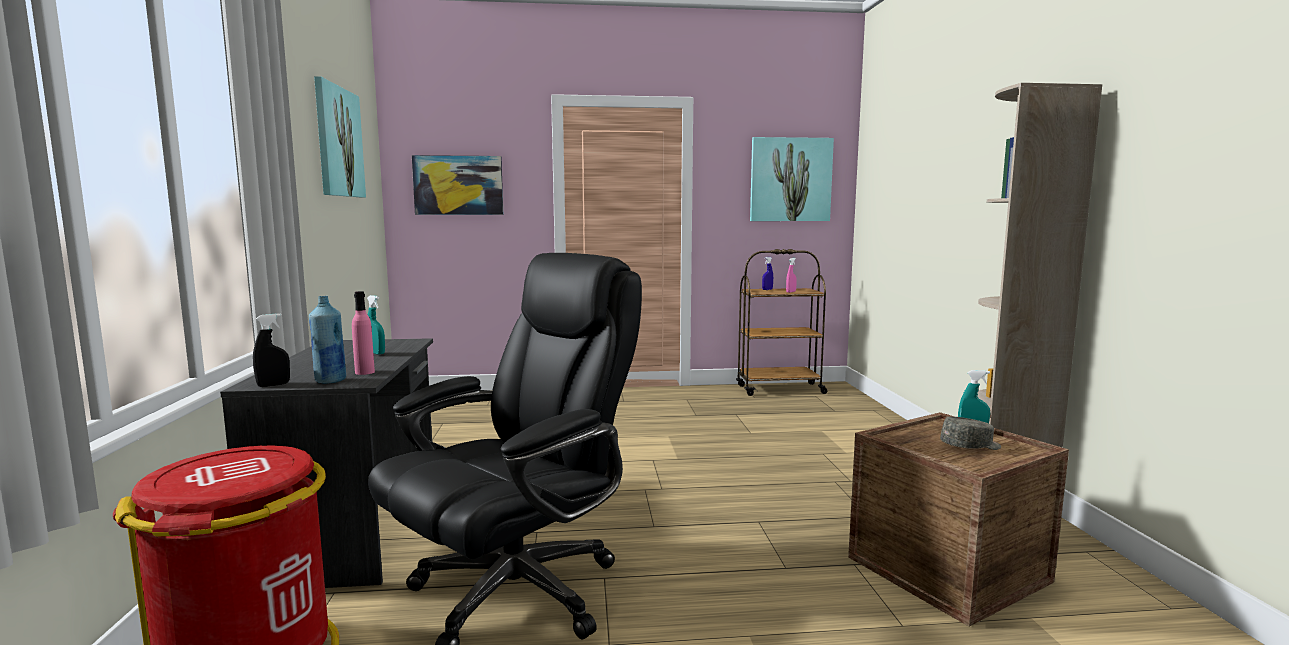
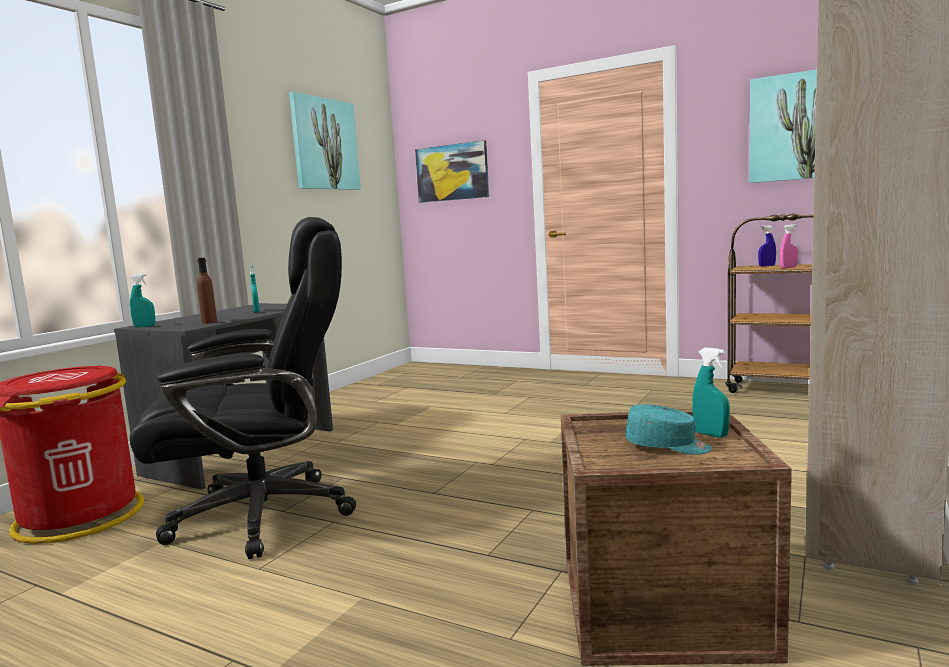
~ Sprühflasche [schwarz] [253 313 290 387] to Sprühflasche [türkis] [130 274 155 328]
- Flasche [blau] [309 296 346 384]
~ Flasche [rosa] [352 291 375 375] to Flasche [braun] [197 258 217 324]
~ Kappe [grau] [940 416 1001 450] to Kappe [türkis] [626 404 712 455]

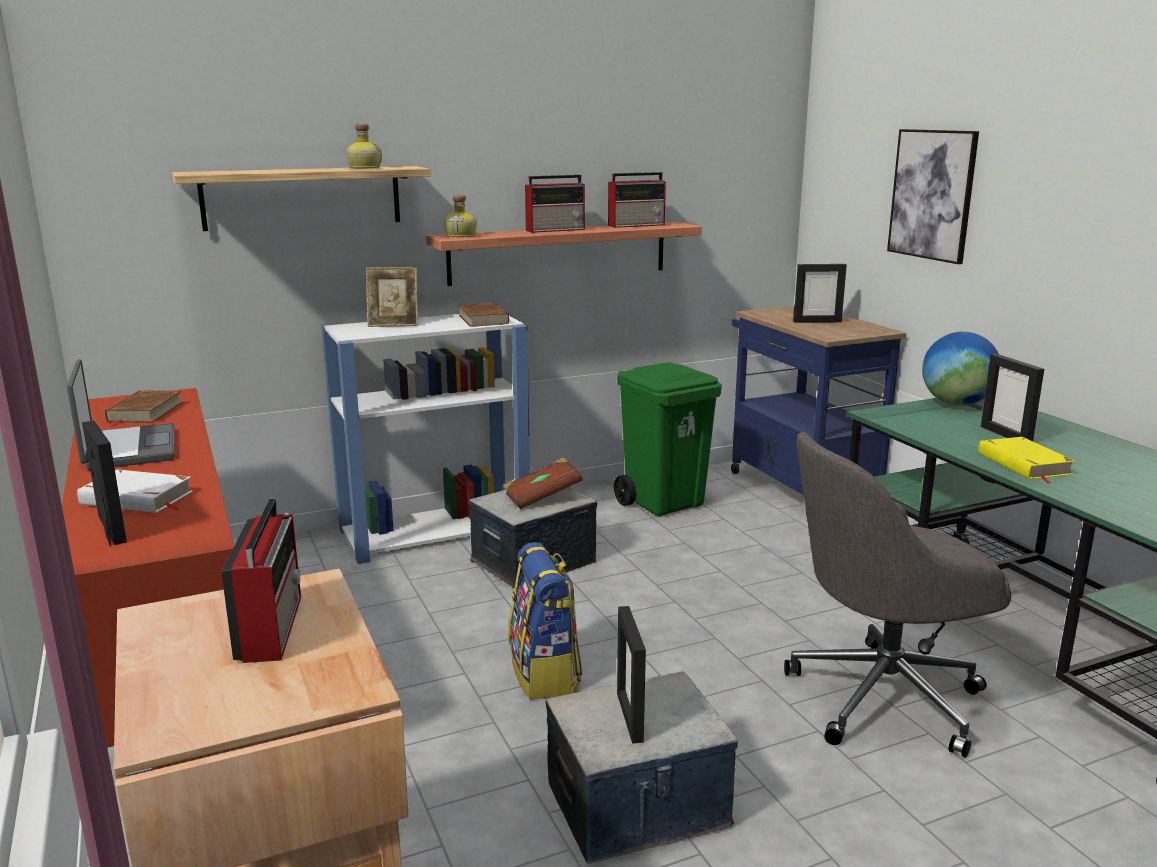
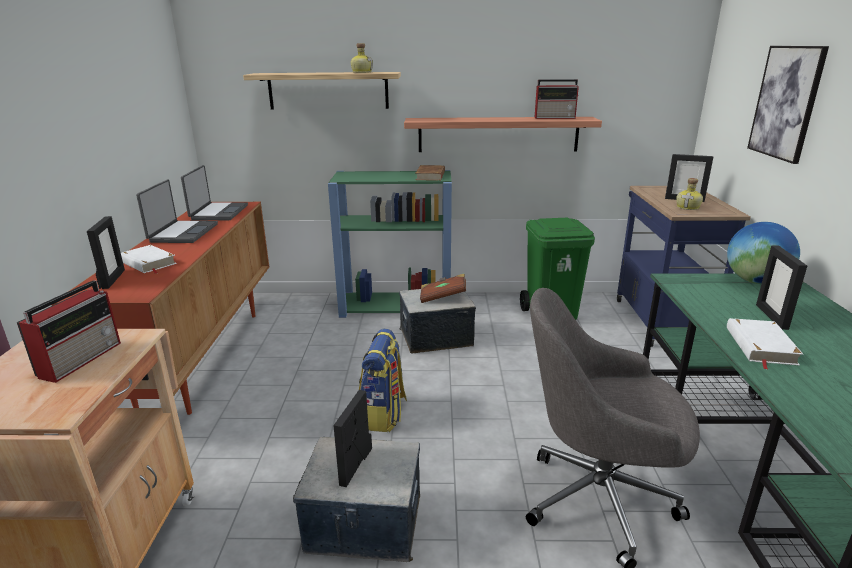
~ Buch [braun] [105 390 183 427] to Laptop [181 165 248 221]
~ Bücherregal [weiß] [321 314 530 564] to Bücherregal [grün] [328 170 452 318]
- Bilderrahmen [366 267 418 327]
~ Flasche [444 195 477 237] to [676 178 703 210]
- Radio [525 175 585 233]
~ Buch [gelb] [978 437 1076 484] to Buch [weiß] [727 318 803 370]

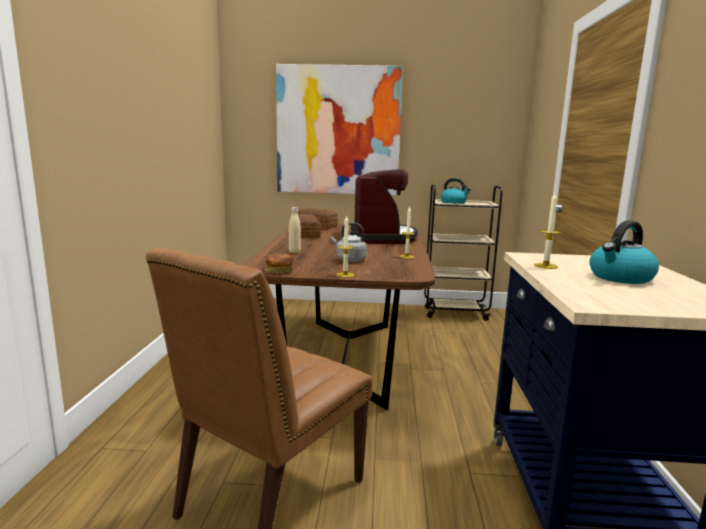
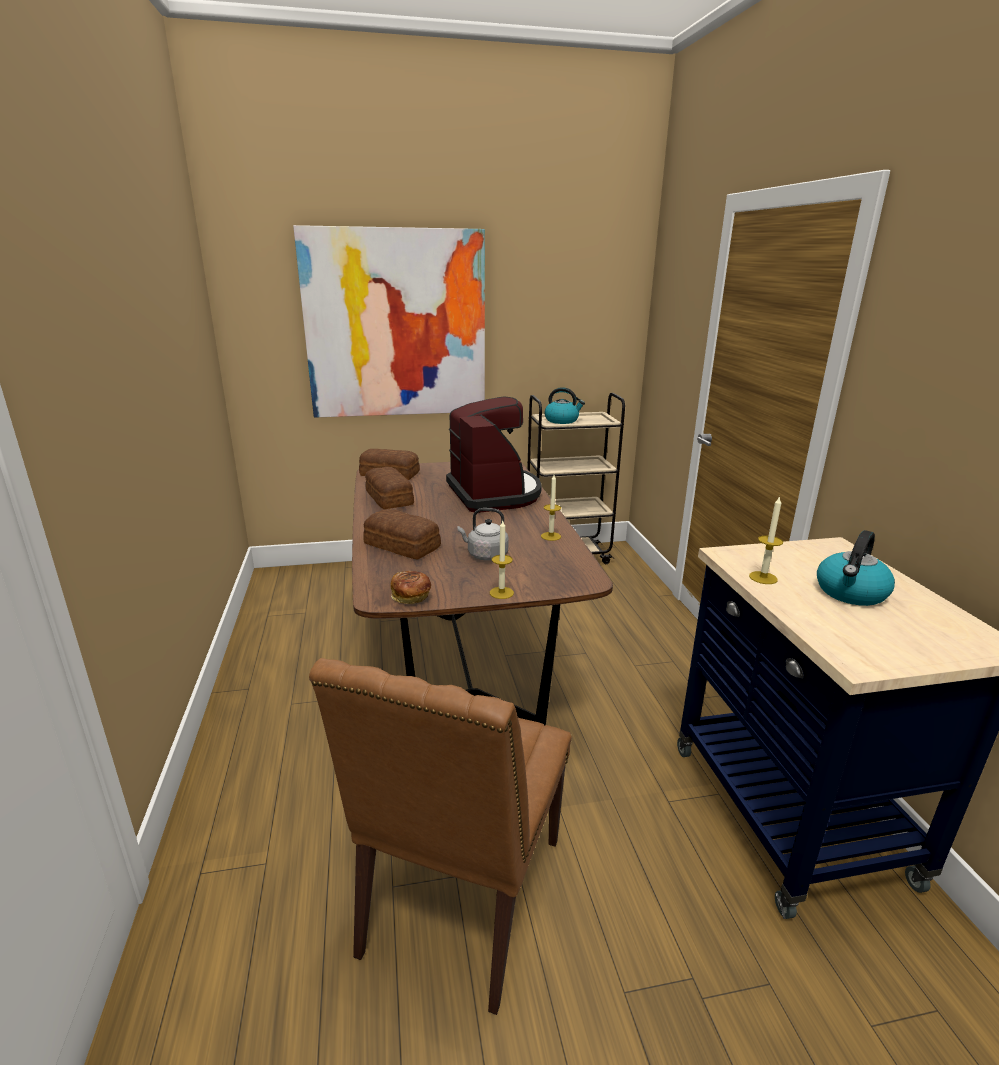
~ Flasche [beige] [289 207 301 253] to Brot [363 509 441 559]

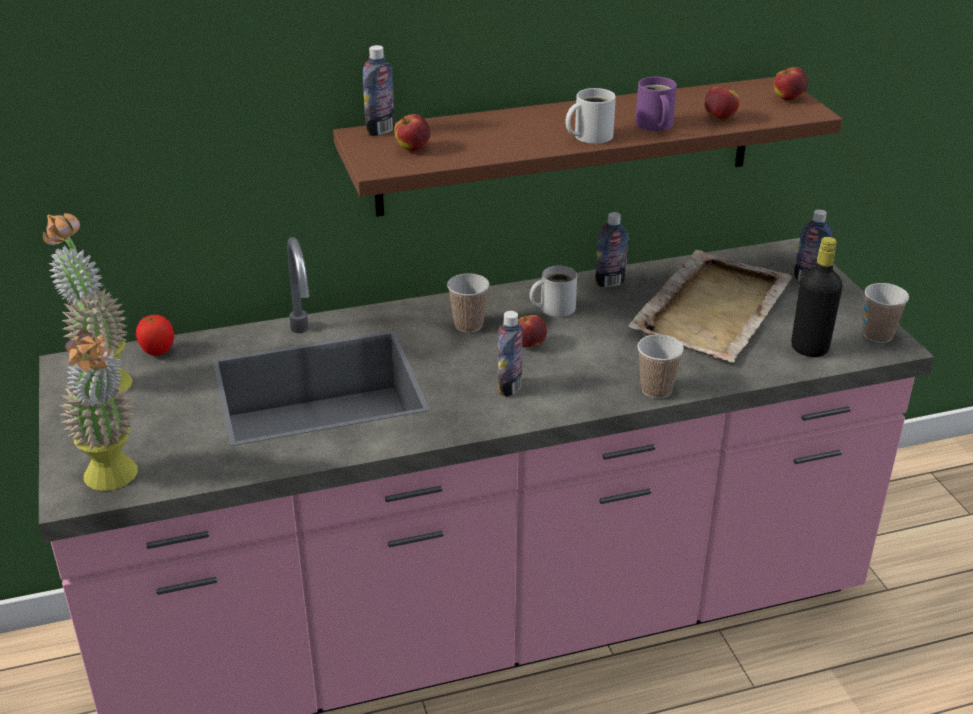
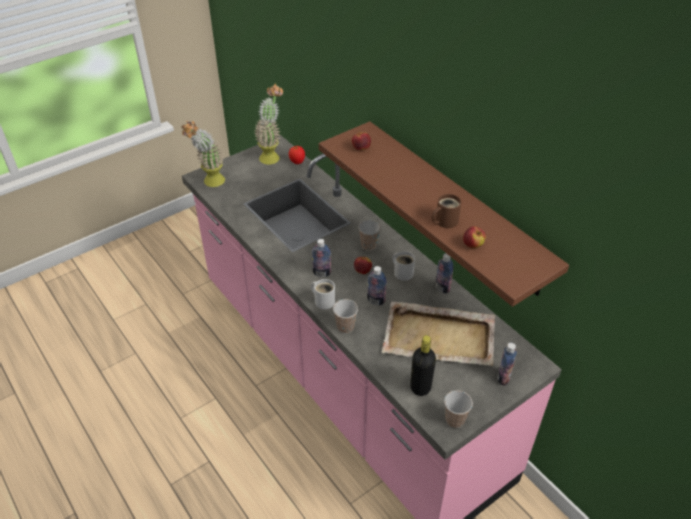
~ Flasche [363 45 395 136] to [367 266 387 305]
~ Henkelbecher [weiß] [565 88 616 144] to [311 279 335 309]
~ Henkelbecher [lila] [635 77 677 131] to Henkelbecher [braun] [432 194 461 228]
- Apfel [774 67 808 101]

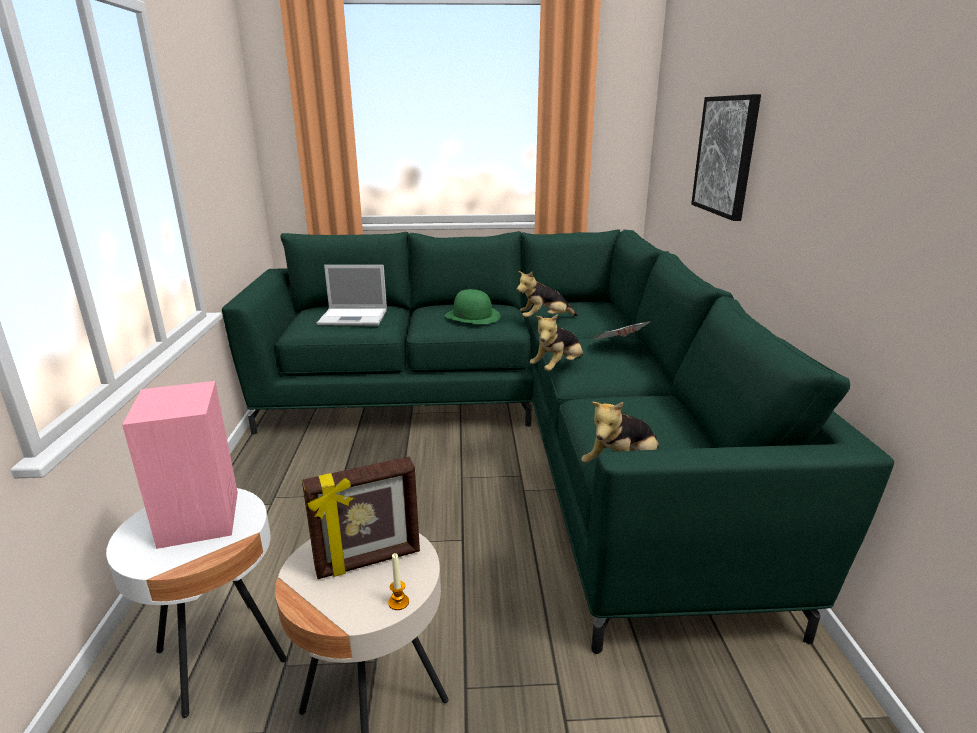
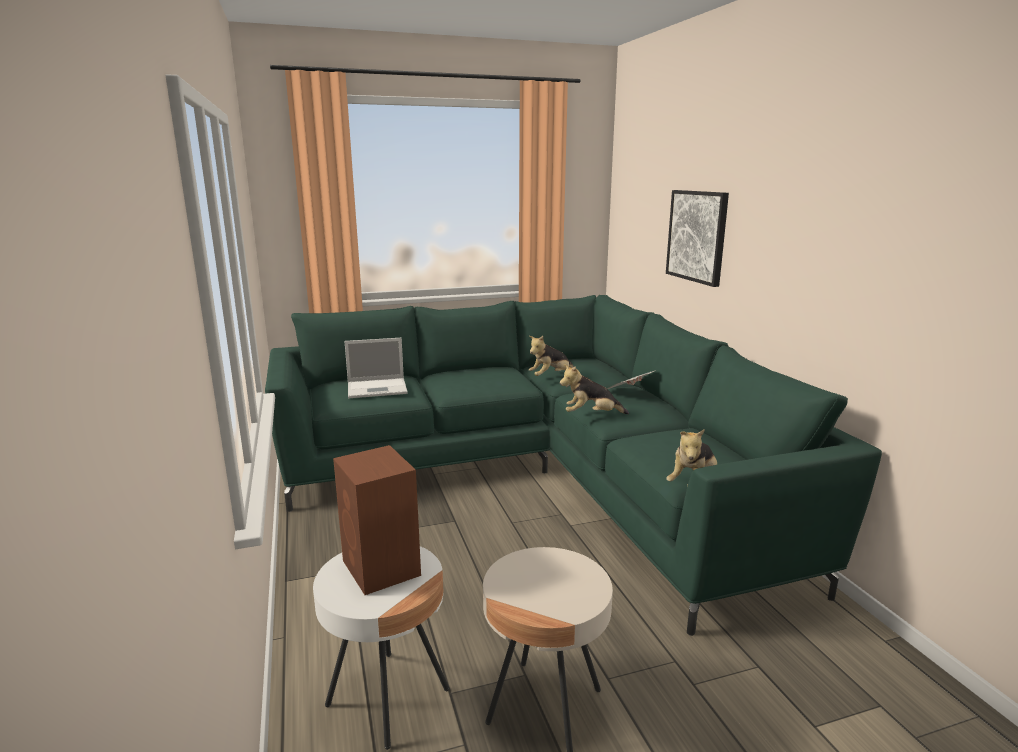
~ Lautsprecher [rosa] [122 381 238 549] to Lautsprecher [braun] [333 445 421 595]
- Bilderrahmen [302 457 420 579]
- Kerze [388 553 409 610]
- Hut [grün] [445 289 501 324]
~ Plüschtier [530 314 583 371] = [560 364 629 414] 60 degrees clockwise

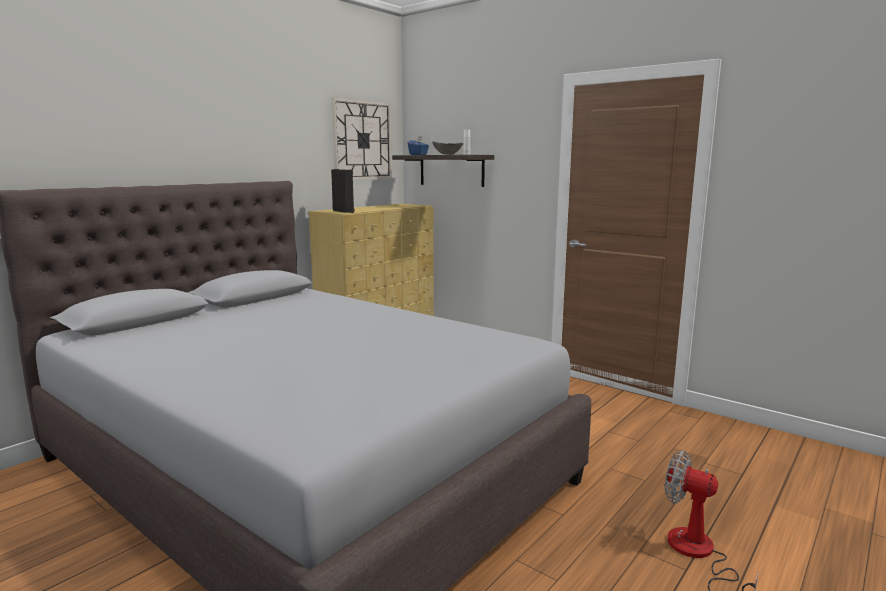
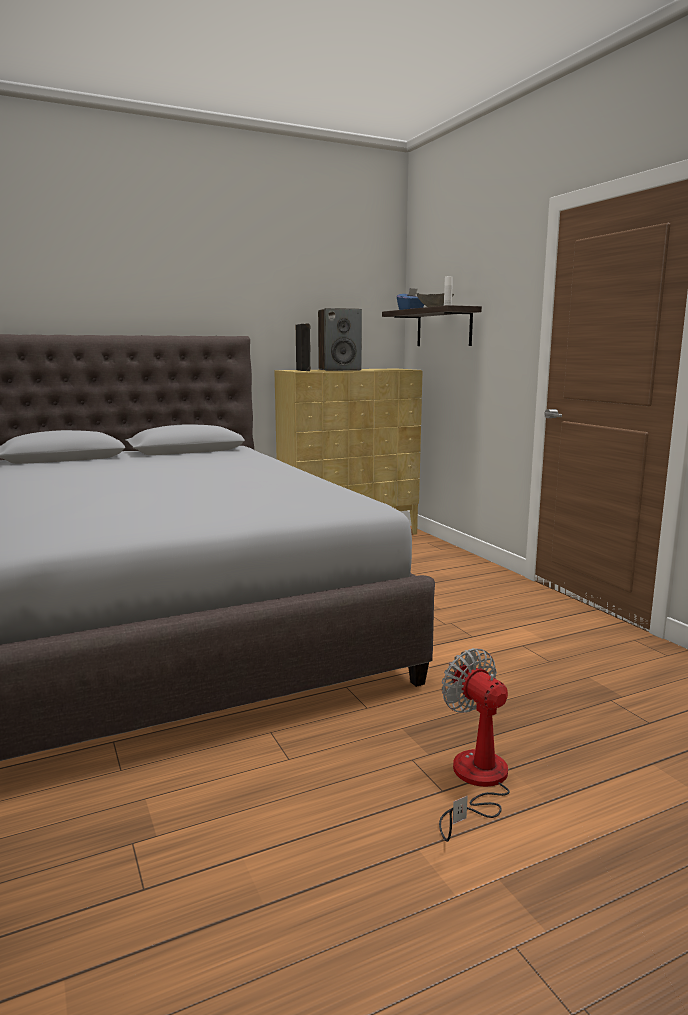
- Wanduhr [331 98 392 180]
+ Lautsprecher [318 308 362 371]

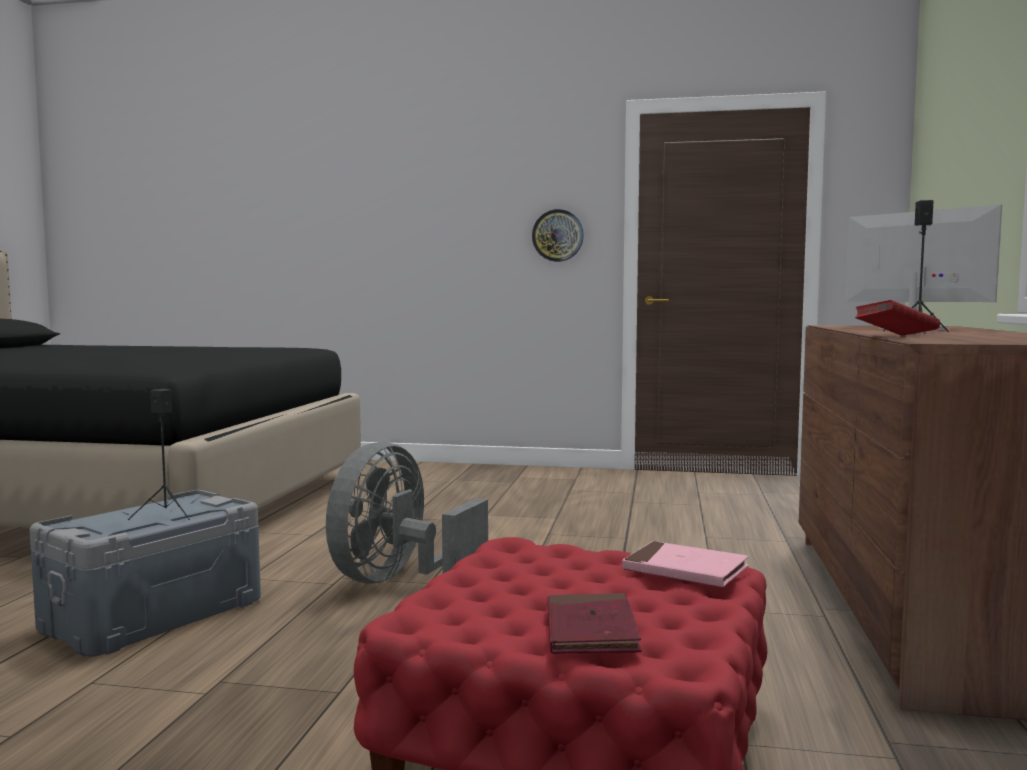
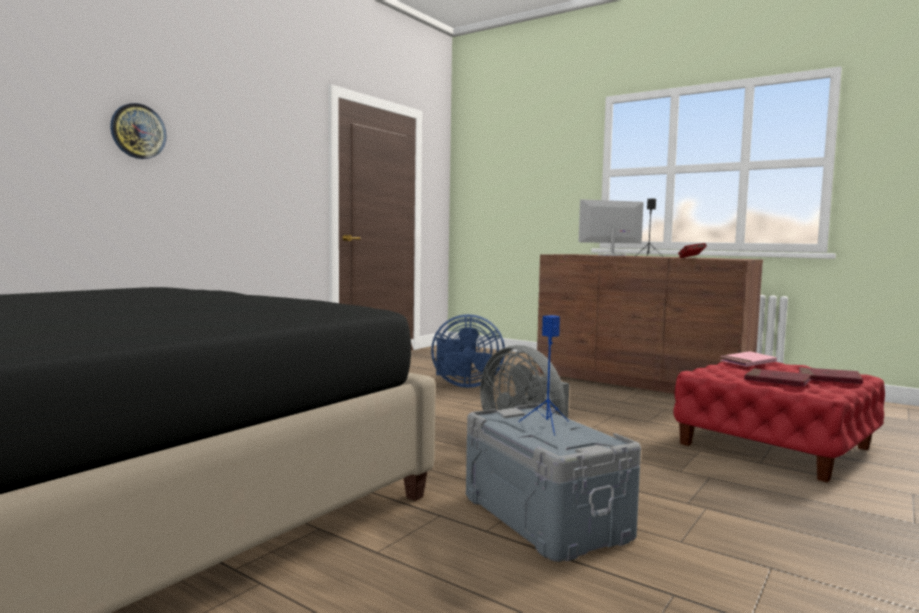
~ Lautsprecher [schwarz] [128 389 190 520] to Lautsprecher [blau] [518 315 569 435]
~ Wanduhr [532 209 584 262] to [110 103 167 159]
+ Ventilator [blau] [431 314 505 388]
+ Buch [rot] [744 368 811 387]

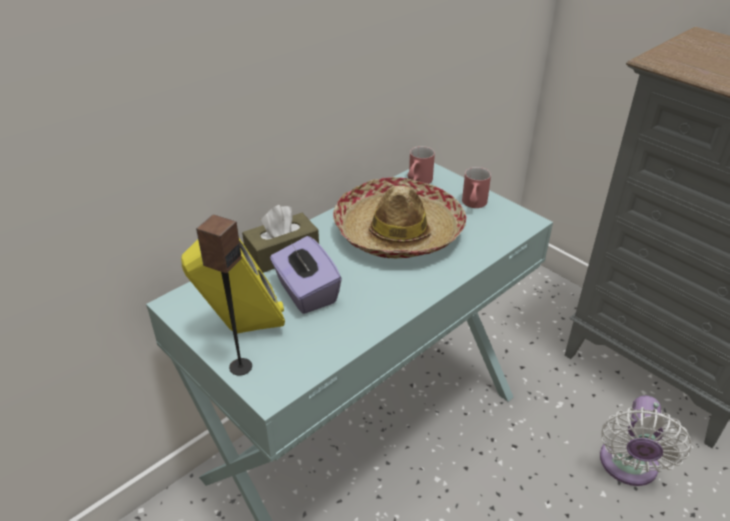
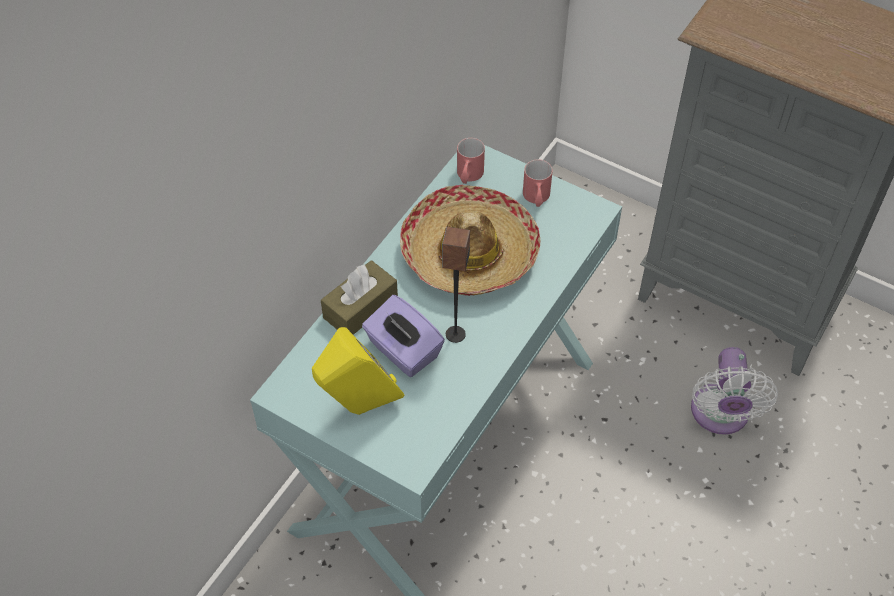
~ Lautsprecher [196 215 252 376] to [442 227 470 343]

